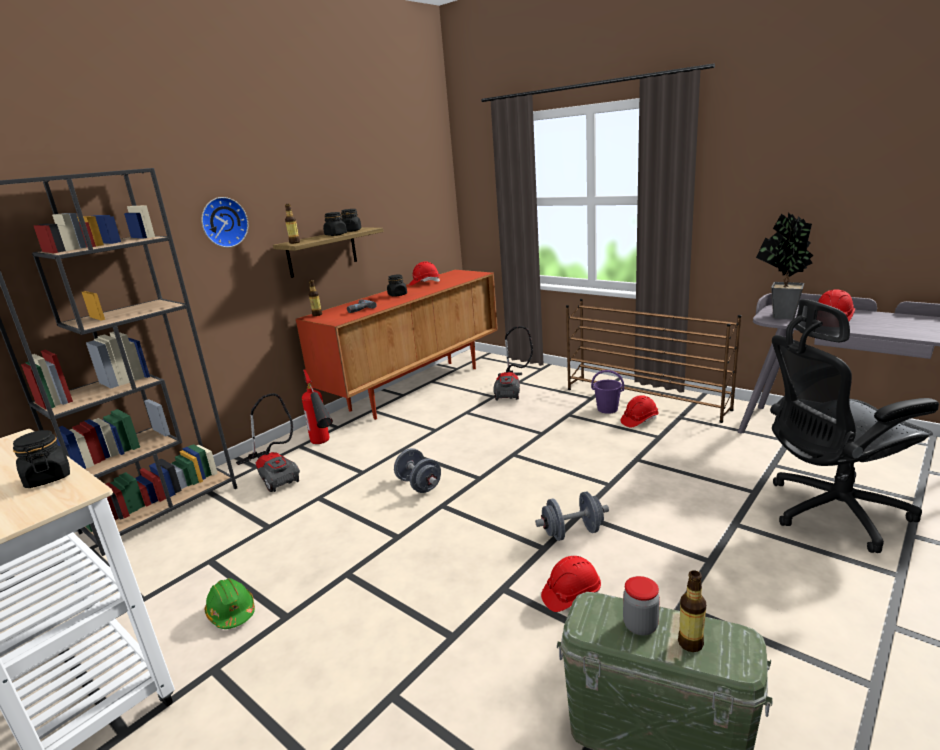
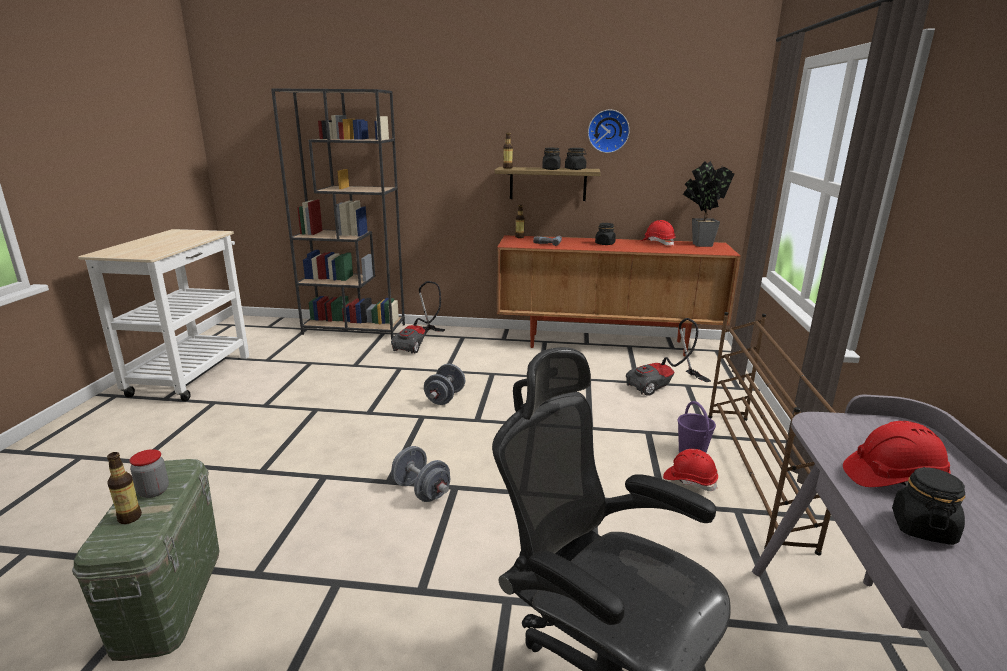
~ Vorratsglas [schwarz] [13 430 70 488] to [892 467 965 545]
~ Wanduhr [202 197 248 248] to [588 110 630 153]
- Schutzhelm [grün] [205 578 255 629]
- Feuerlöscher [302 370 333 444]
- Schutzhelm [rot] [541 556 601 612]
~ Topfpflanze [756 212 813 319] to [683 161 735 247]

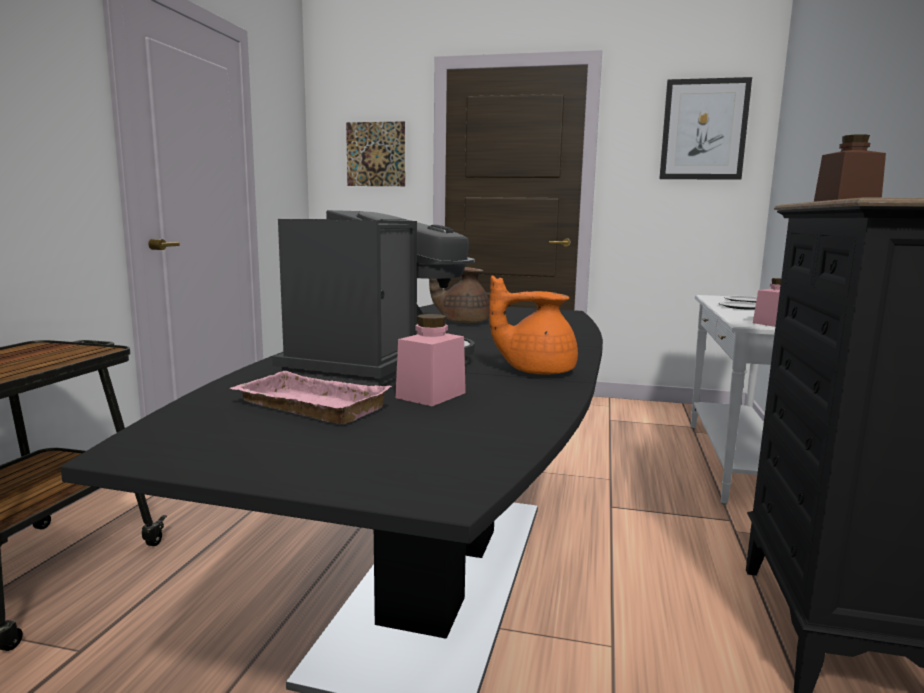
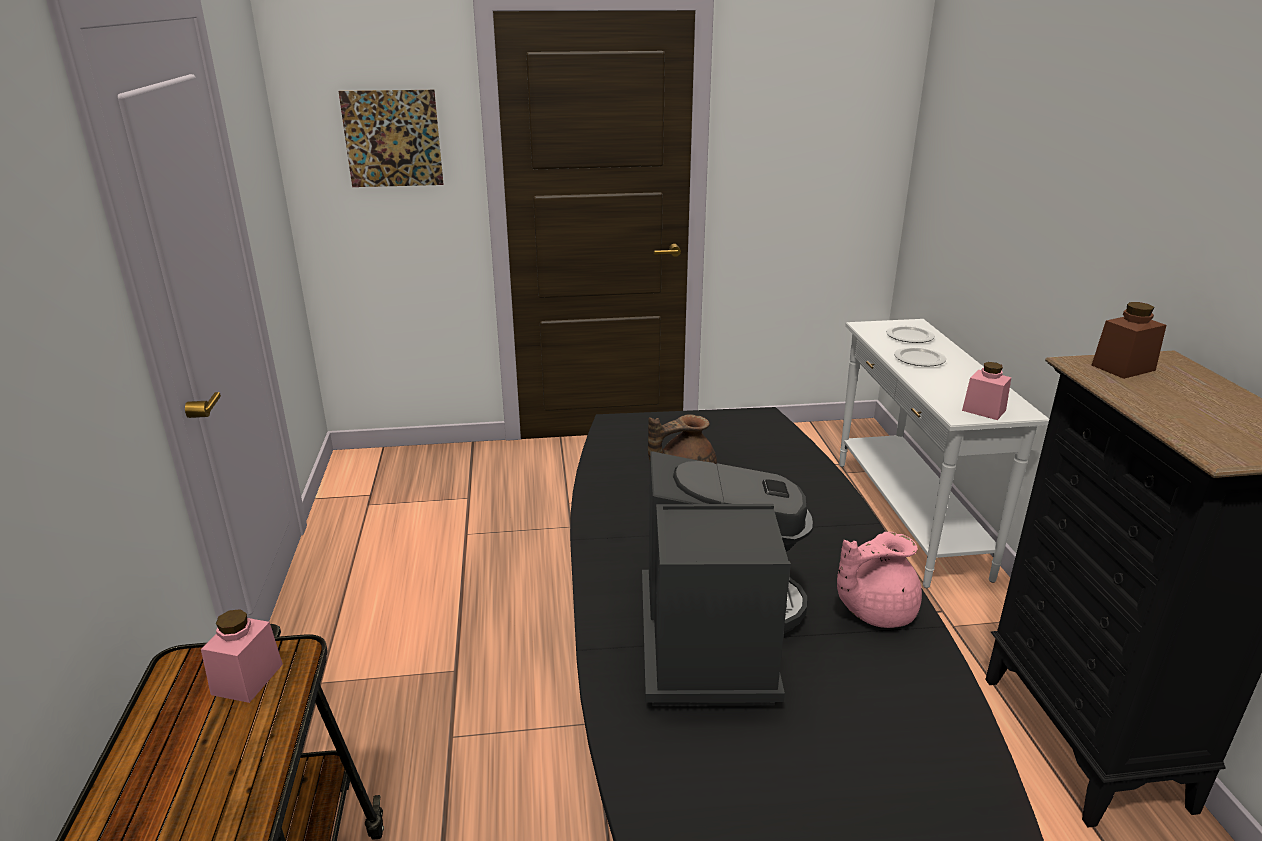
- Tablett [rosa] [230 371 392 424]
~ Vorratsglas [rosa] [395 314 466 406] to [201 609 283 703]
~ Teekanne [orange] [489 275 578 375] to Teekanne [rosa] [837 532 922 628]
- Bild [659 77 752 180]

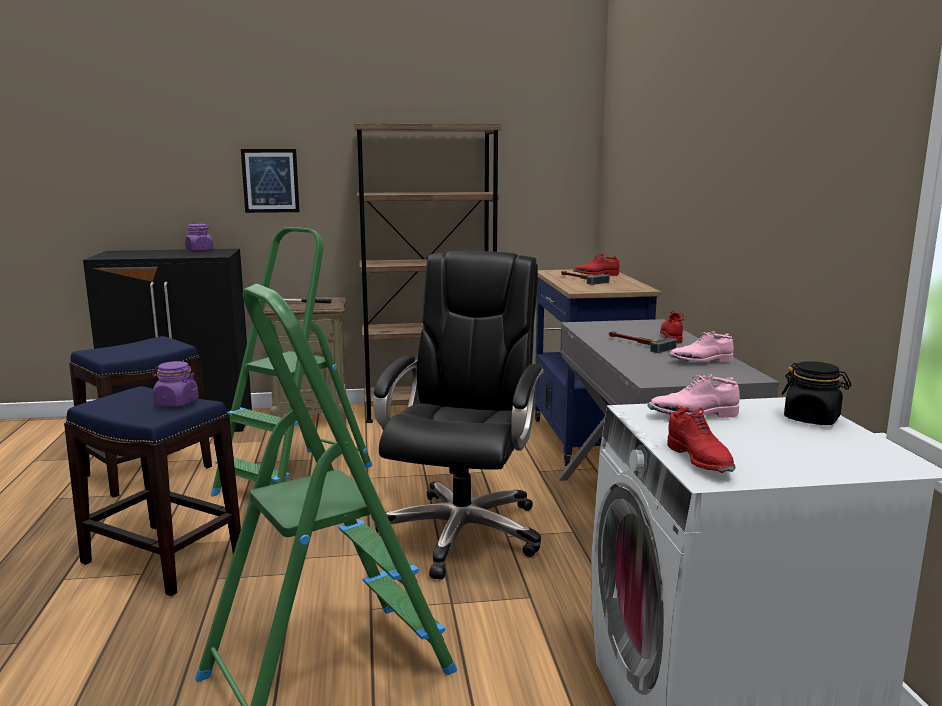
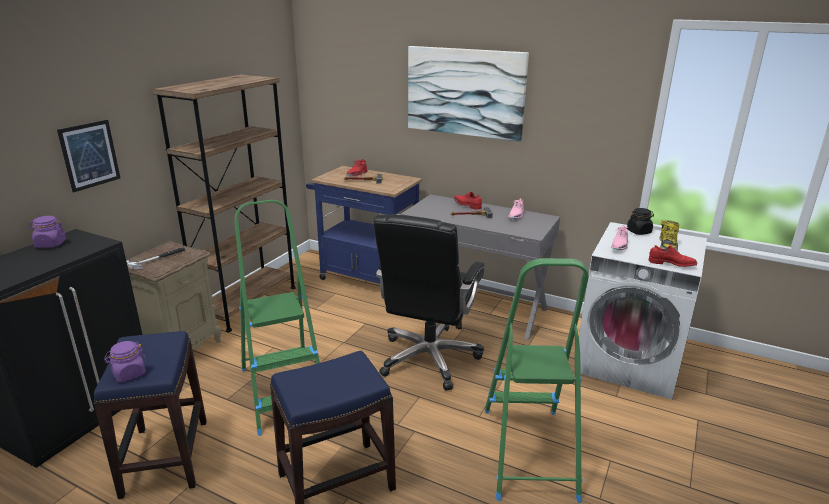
~ Vorratsglas [lila] [153 361 199 407] to [104 341 146 382]
~ Bürostuhl [schwarz] [373 251 544 580] = [374 214 485 391] 120 degrees counterclockwise
+ Bild [408 46 529 142]
+ Stiefel [659 220 679 250]

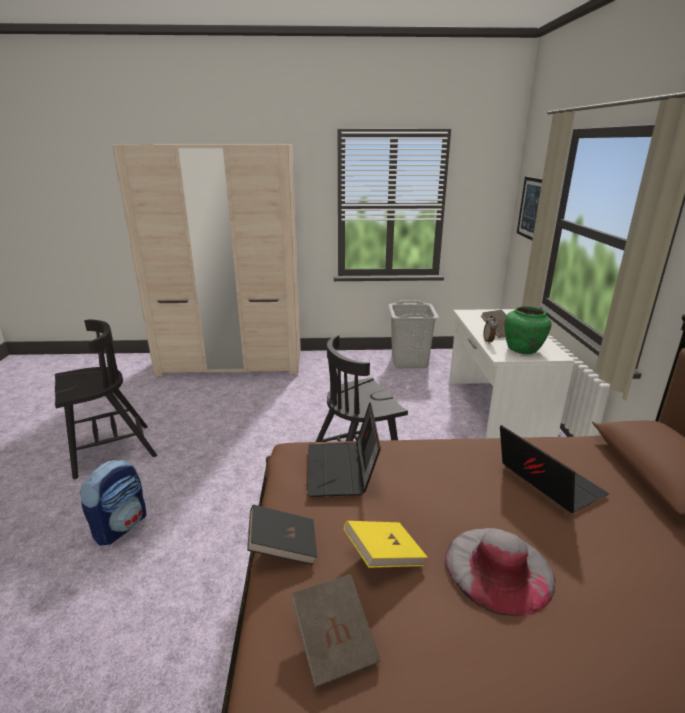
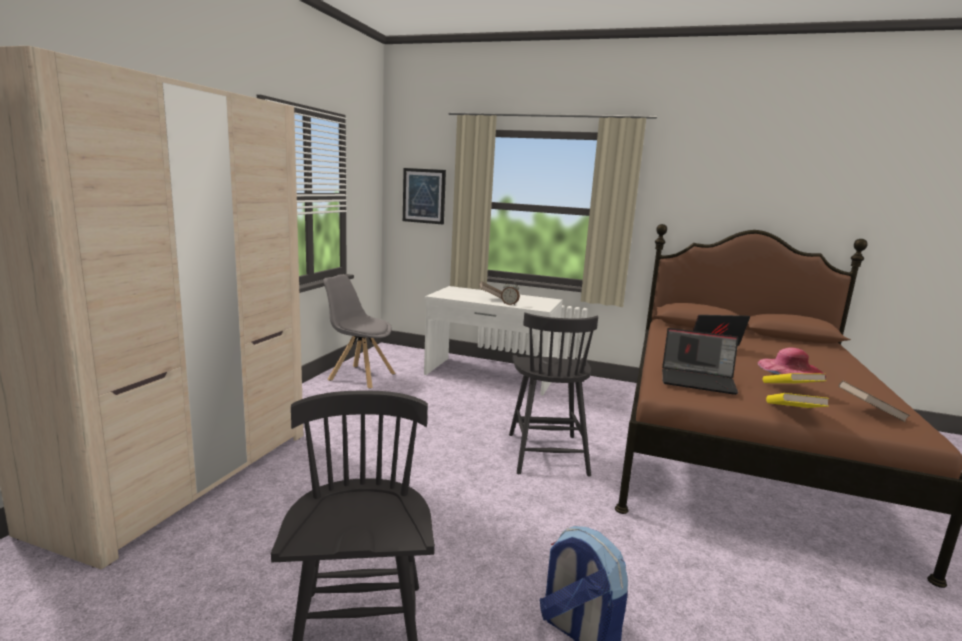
~ Buch [schwarz] [247 504 317 565] to Buch [gelb] [766 393 829 408]
~ Wäschekorb [grau] [388 300 439 368] to Stuhl [grau] [323 274 395 389]
~ Hut [grau] [445 528 555 616] to Hut [rosa] [757 348 826 378]
- Vase [grün] [504 306 552 354]

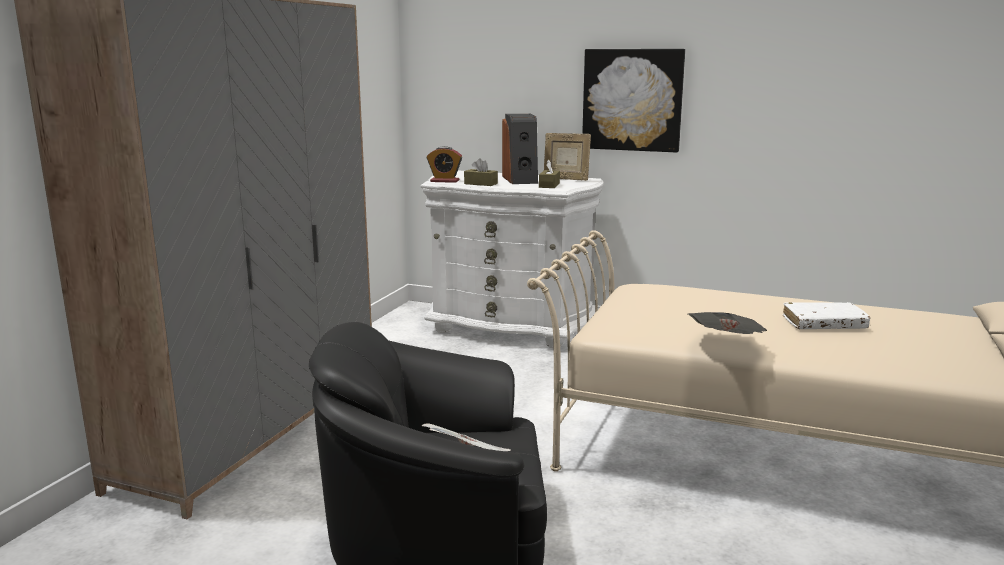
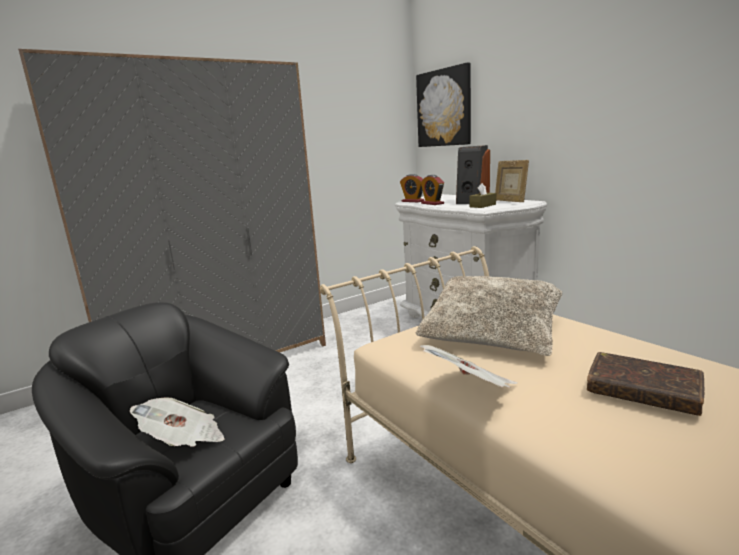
~ Taschentuchbox [braun] [464 158 498 186] to Wecker [421 175 444 205]
~ Bild [582 49 685 153] to [416 62 471 147]
~ Buch [weiß] [783 302 870 329] to Buch [braun] [587 352 705 416]
+ Kissen [beige] [416 276 563 356]

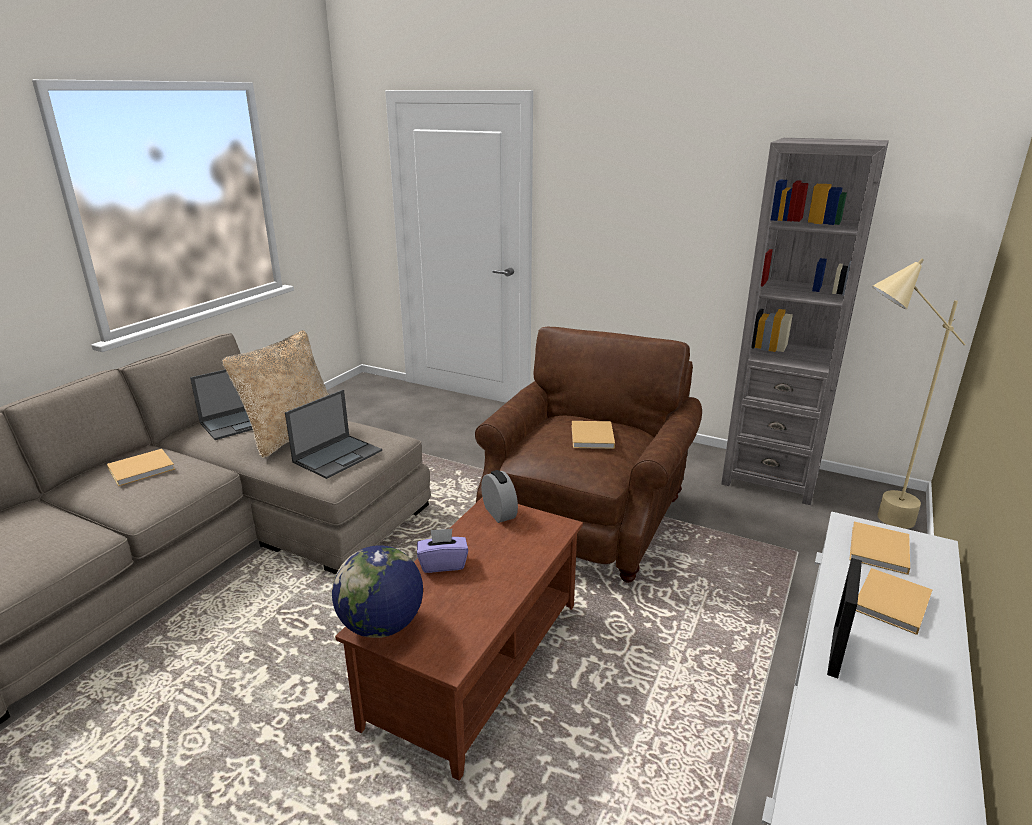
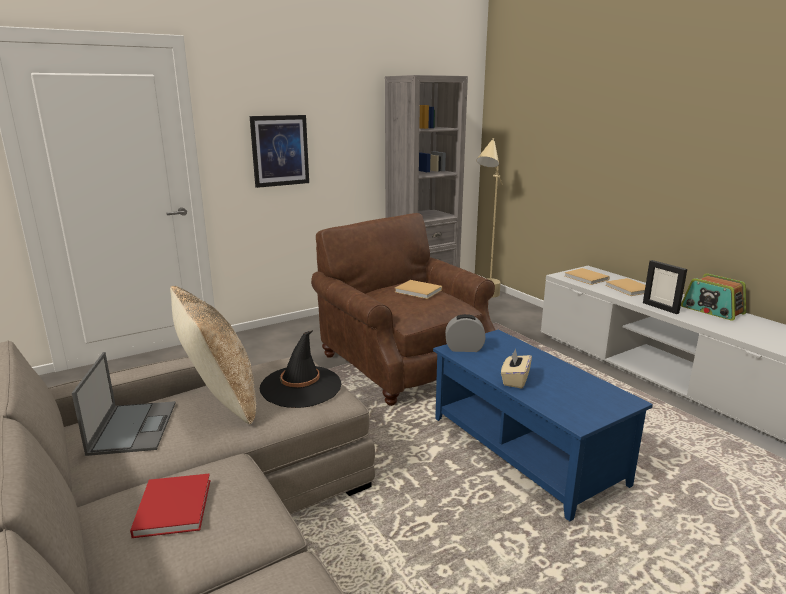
~ Buch [beige] [107 449 175 486] to Buch [rot] [130 473 210 538]
~ Laptop [285 390 382 479] to Hut [schwarz] [260 330 341 408]
- Globus [332 545 423 638]
~ Couchtisch [braun] [335 497 583 781] to Couchtisch [blau] [433 330 653 521]
~ Taschentuchbox [lila] [417 529 468 573] to Taschentuchbox [beige] [501 349 532 389]
+ Bild [250 115 309 188]
+ Radio [681 273 746 321]

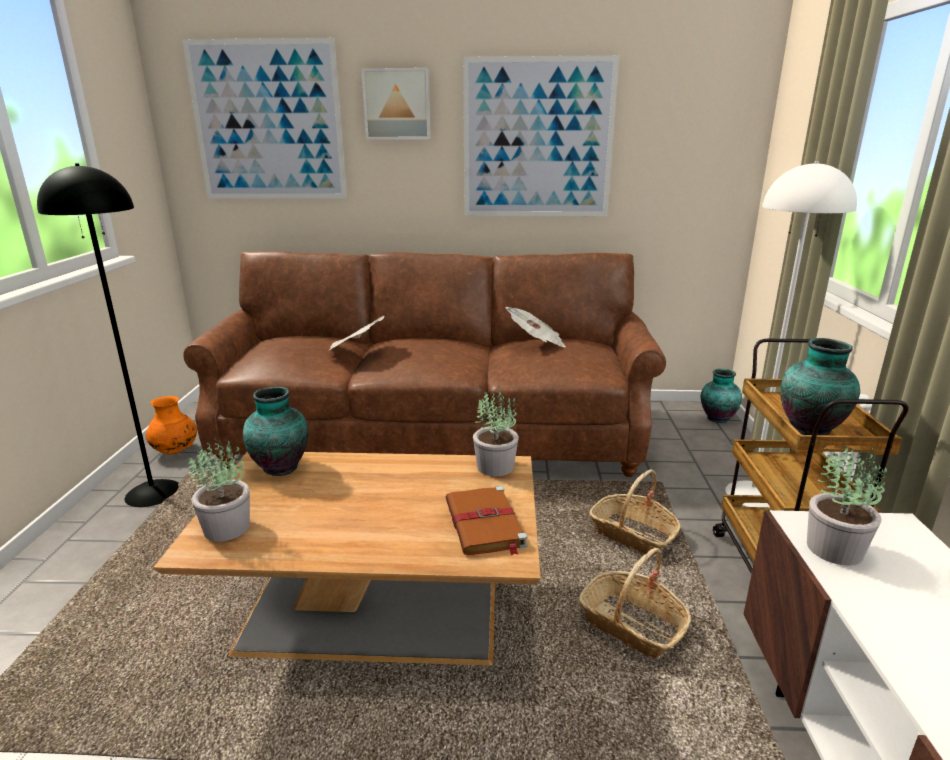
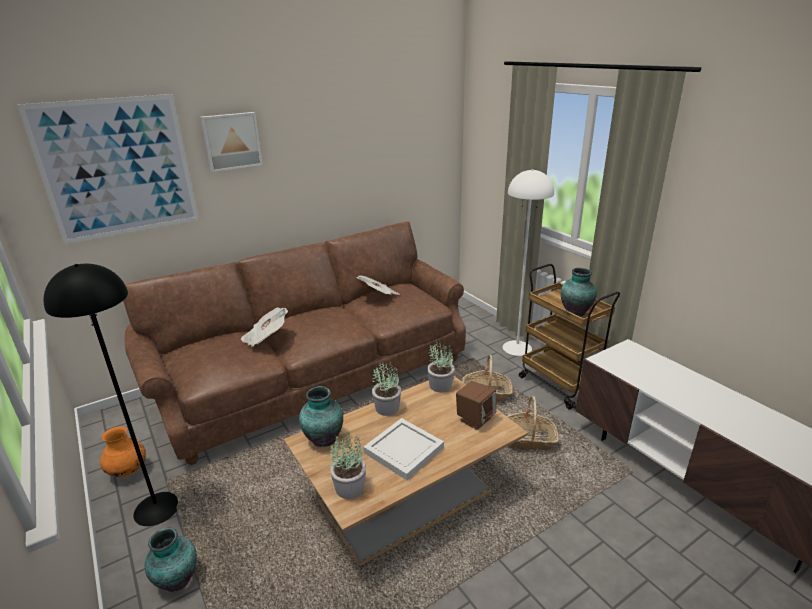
~ Buch [braun] [446 486 527 556] to Lautsprecher [braun] [456 381 496 430]
- Bild [463 55 619 216]
~ Vase [701 368 742 423] to [145 527 197 592]
~ Topfpflanze [807 445 887 566] to [372 362 401 416]
+ Tablett [weiß] [364 418 444 480]

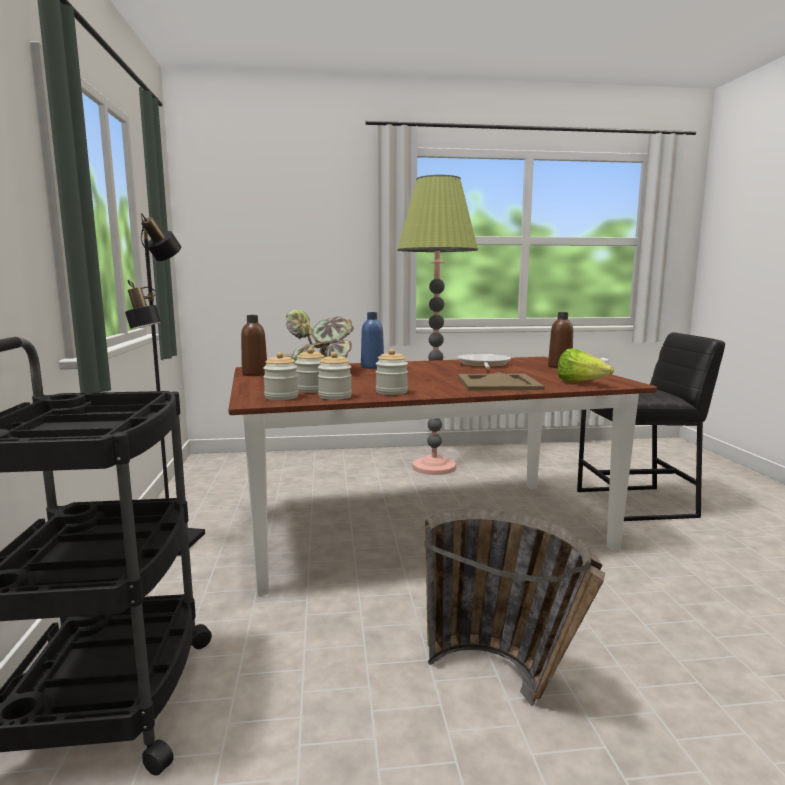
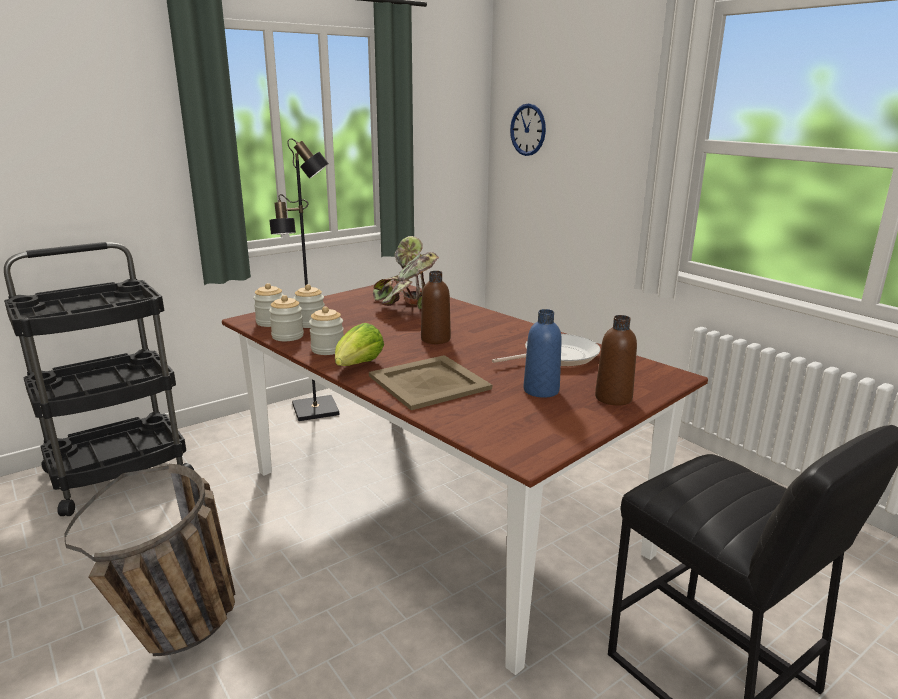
~ Flasche [braun] [241 315 267 376] to [421 271 451 344]
~ Flasche [blau] [361 312 384 369] to [524 309 562 398]
- Stehlampe [397 175 478 475]
~ Salatkopf [557 348 614 382] to [335 323 384 366]
+ Wanduhr [510 103 546 156]

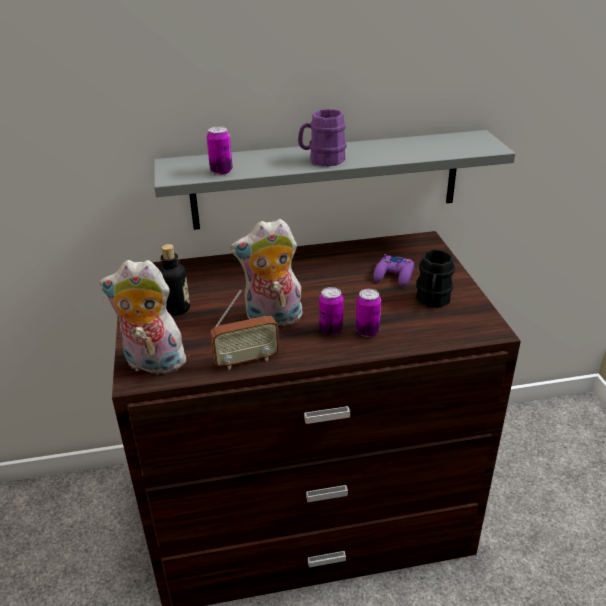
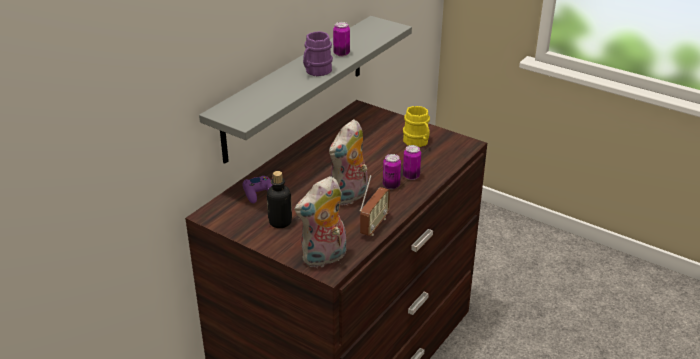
~ Dose [207 126 233 175] to [333 22 350 57]
~ Gamepad [lila] [373 254 414 286] to [242 176 272 203]
~ Henkelbecher [schwarz] [416 249 455 308] to Henkelbecher [gelb] [403 106 430 147]

